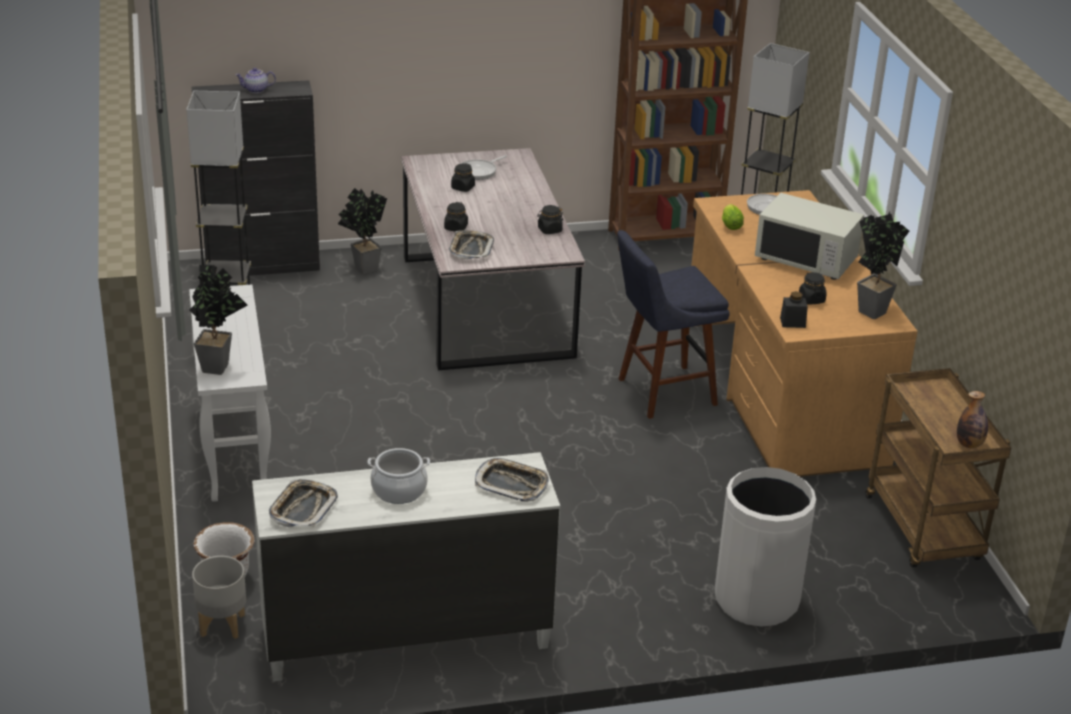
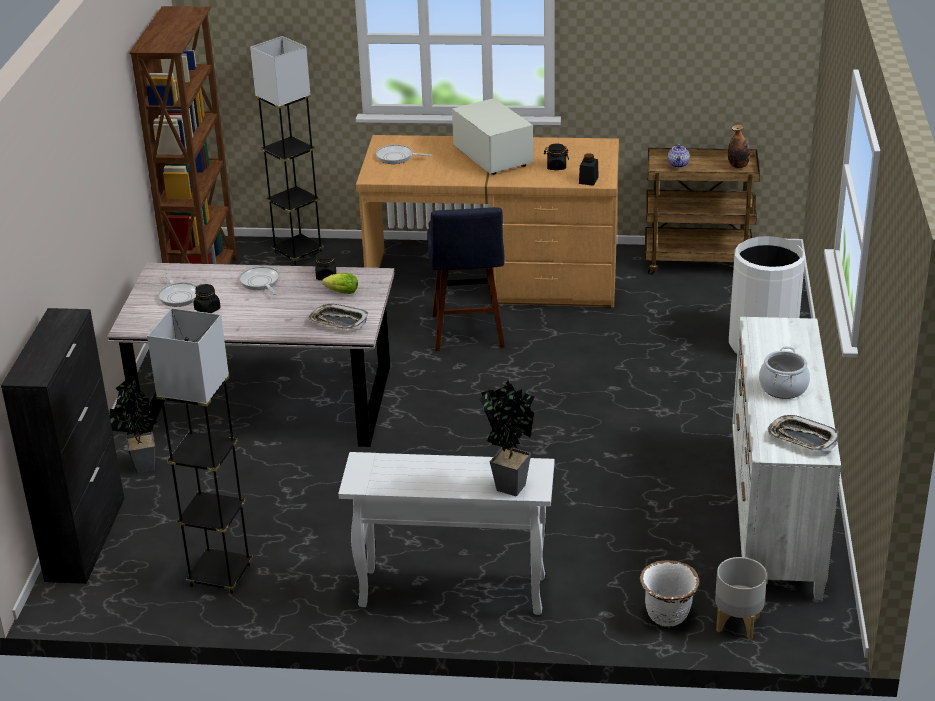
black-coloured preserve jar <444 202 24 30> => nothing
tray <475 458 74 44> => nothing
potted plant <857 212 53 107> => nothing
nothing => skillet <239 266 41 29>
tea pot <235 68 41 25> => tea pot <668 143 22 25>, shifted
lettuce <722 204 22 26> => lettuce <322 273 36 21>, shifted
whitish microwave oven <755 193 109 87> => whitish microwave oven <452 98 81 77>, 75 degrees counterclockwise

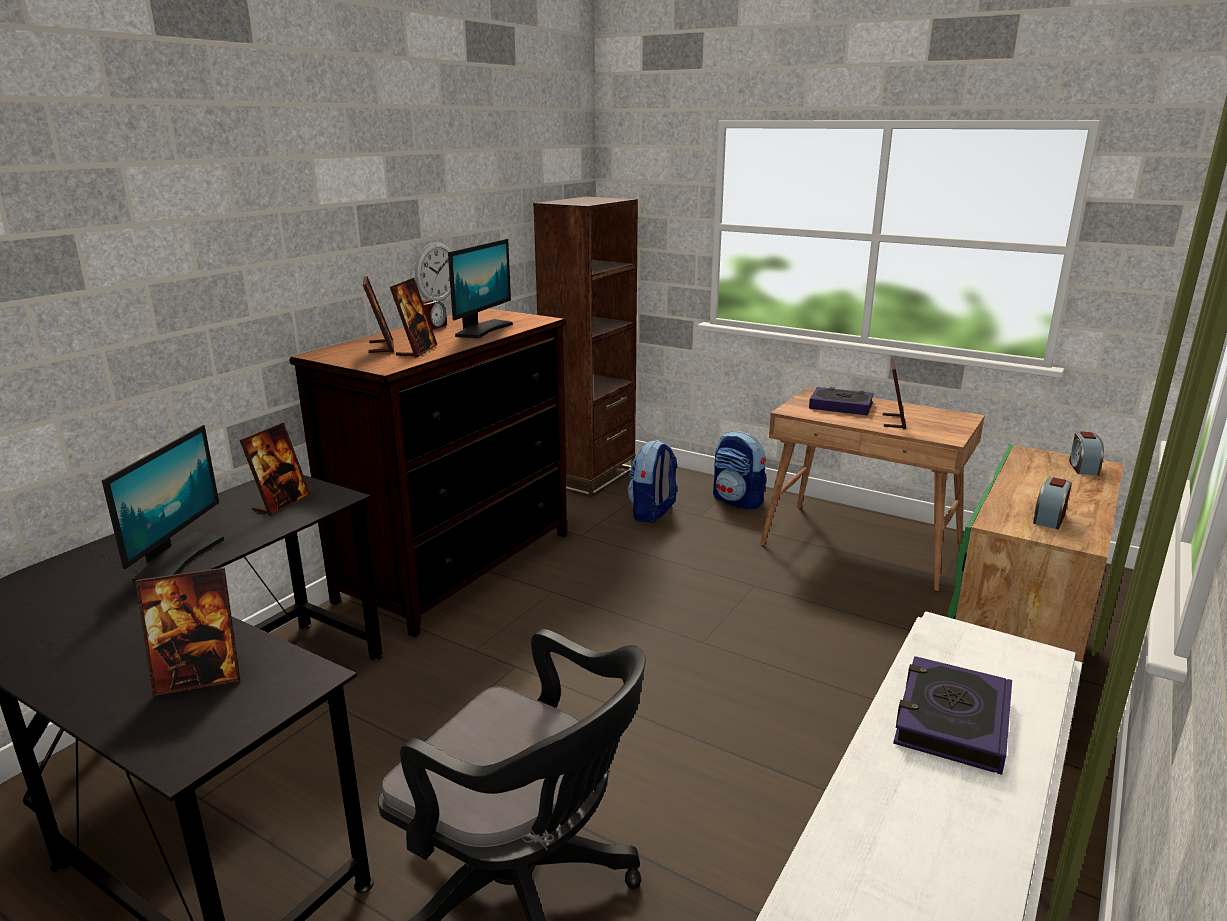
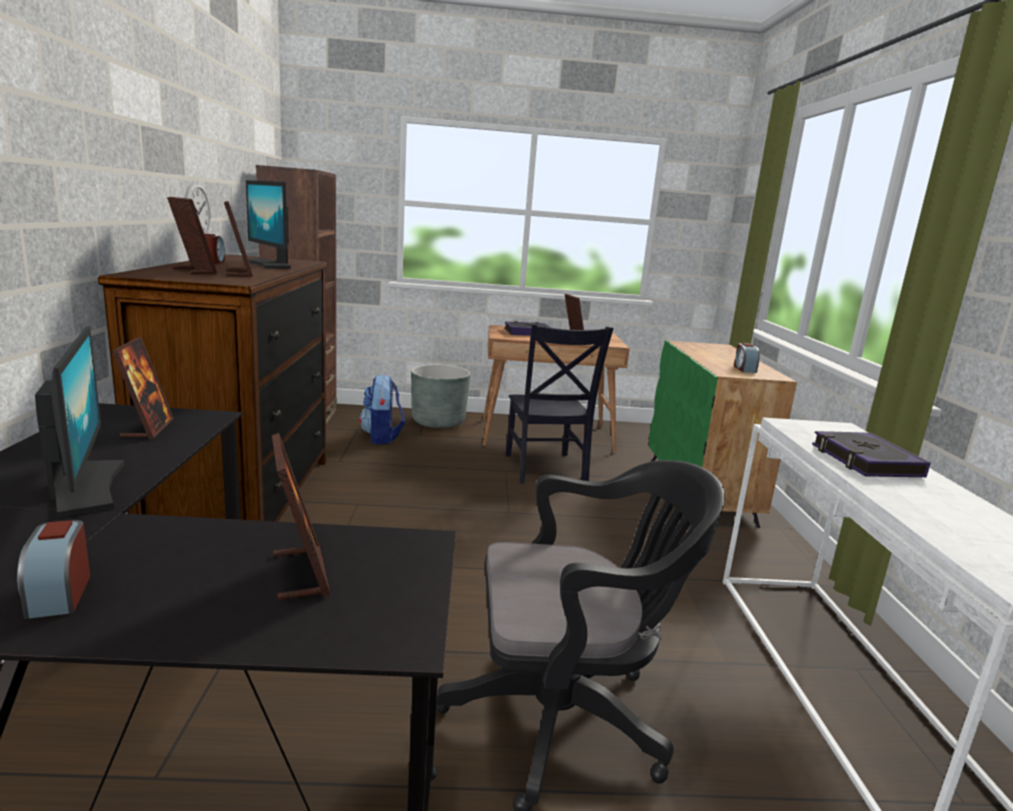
nothing => black-coloured plain chair <505 323 109 160>
table clock <1069 431 35 45> => table clock <17 520 73 99>, shifted
rucksack <713 431 54 79> => gray plant pot <411 364 59 64>
standing frame <135 567 105 129> => standing frame <272 433 59 167>, 60 degrees counterclockwise
monitor <448 239 65 99> => monitor <243 180 48 89>, 150 degrees clockwise

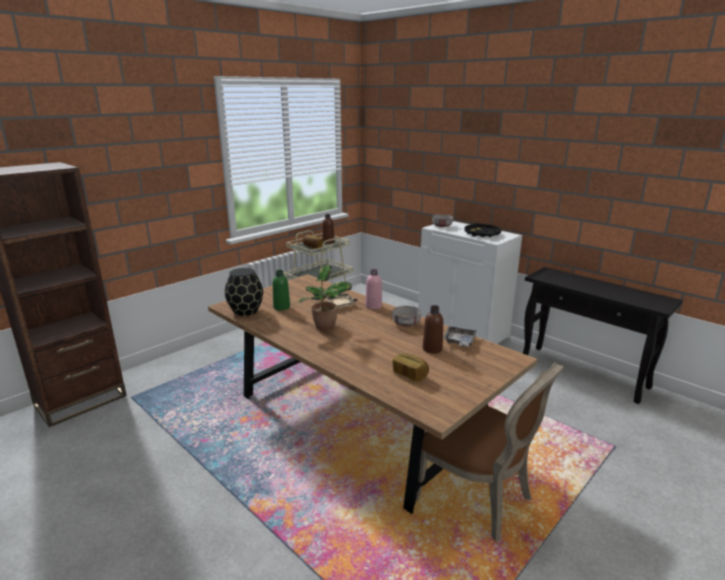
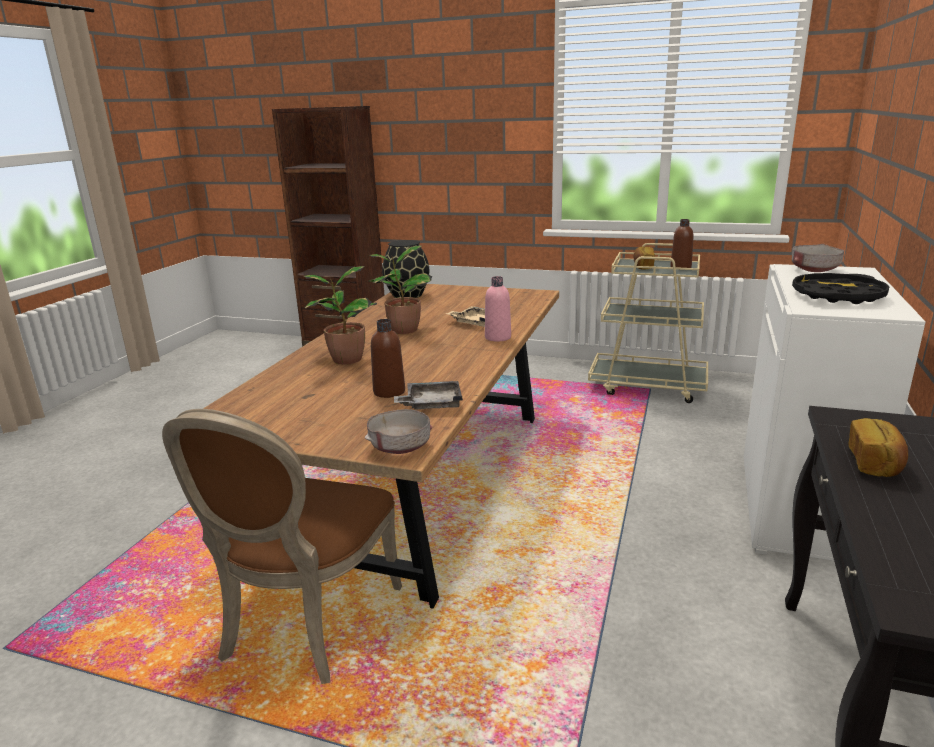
greenish drink bottle <273 270 17 40> => nothing
nothing => potted plant <304 266 73 99>
gray deep dish <392 306 29 21> => gray deep dish <365 409 67 45>, shifted
baked bread <393 353 36 29> => baked bread <848 418 60 59>, shifted

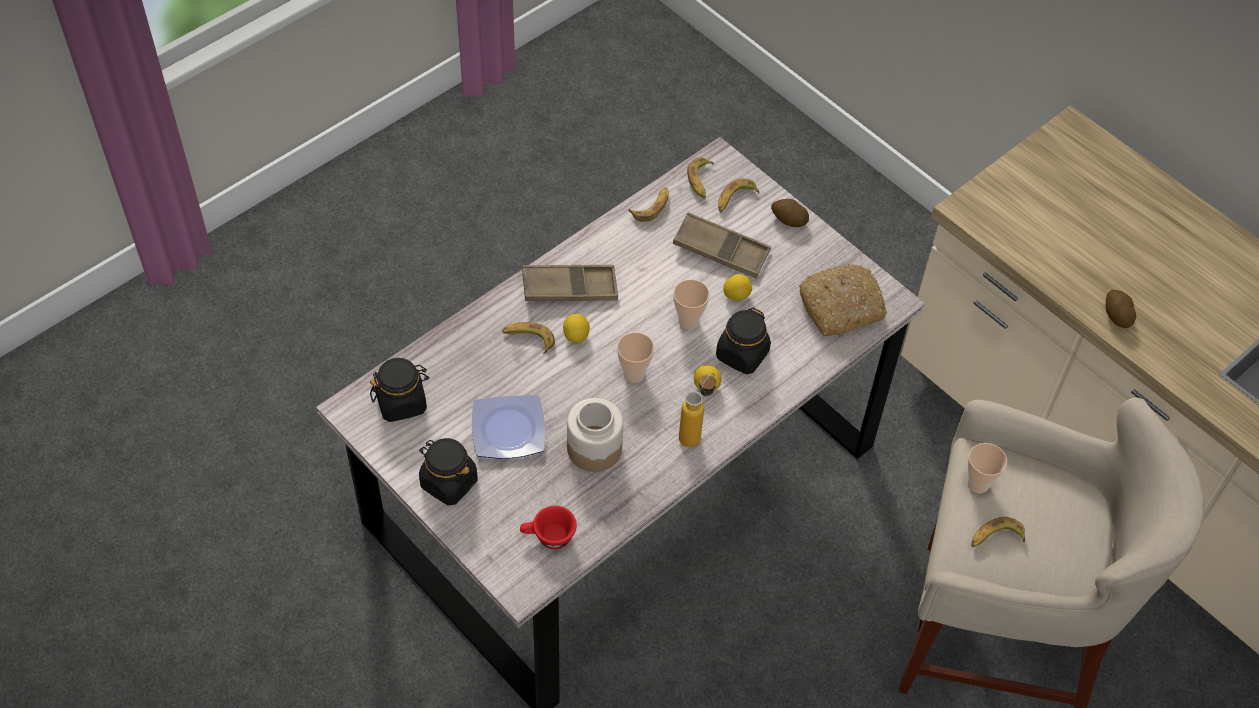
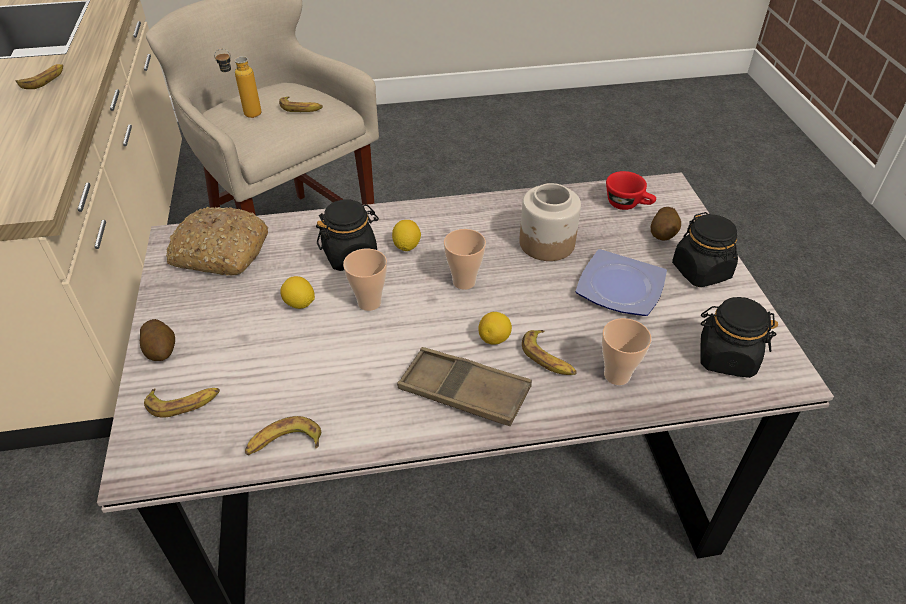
brown tray <673 212 98 66> => nothing
drink bottle <679 373 37 74> => drink bottle <214 48 47 70>, shifted
whole banana <687 157 27 42> => whole banana <16 64 47 25>, shifted
small cup <967 443 40 51> => small cup <602 318 49 67>, shifted
spud <1106 290 30 38> => spud <651 207 30 33>, shifted

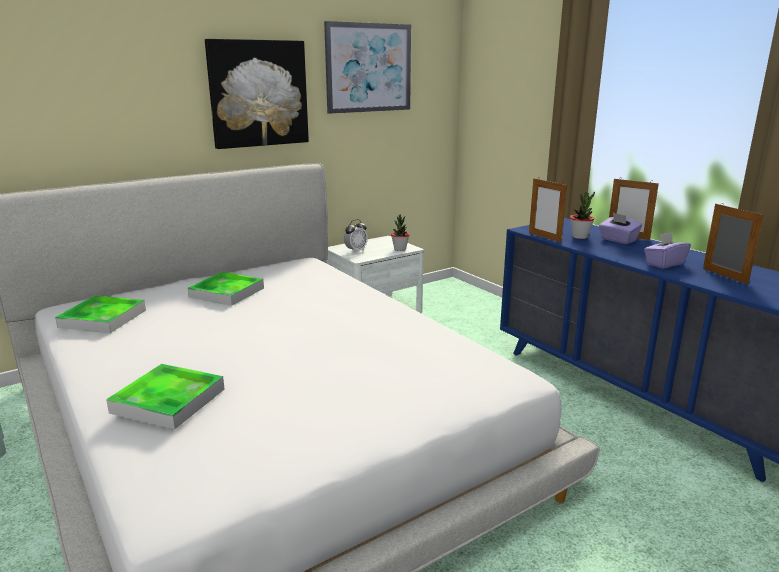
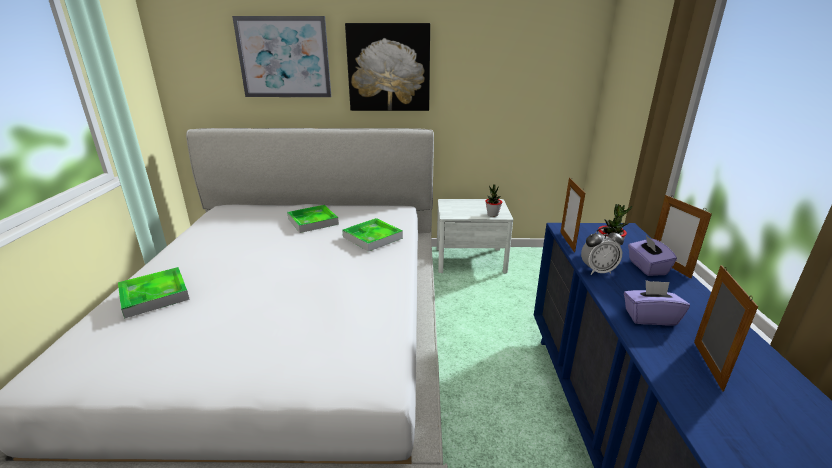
tray <55 296 91 37> => tray <342 218 61 34>, shifted
wall picture <324 21 87 93> => wall picture <232 16 99 81>, shifted
table clock <344 219 24 34> => table clock <581 227 43 48>, shifted

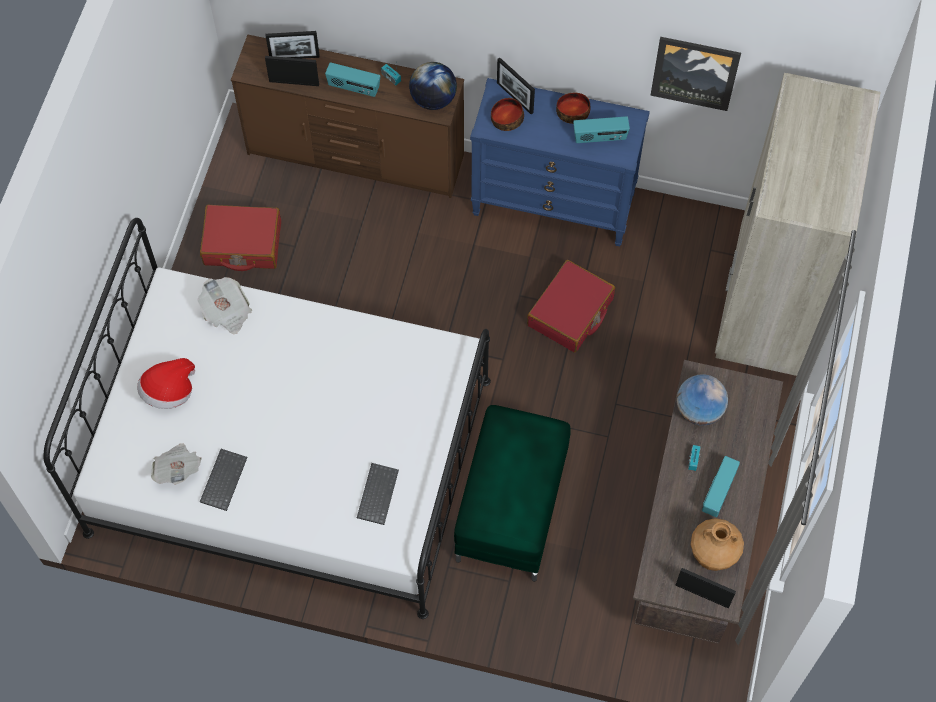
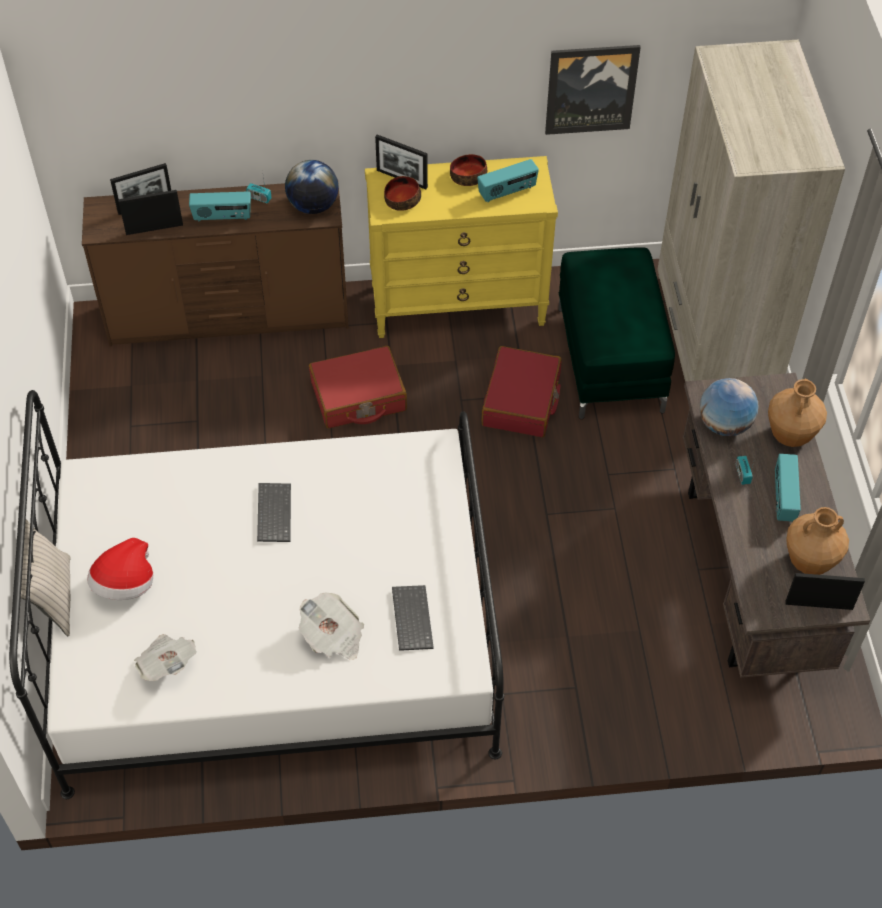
nothing => beige throw pillow <21 519 49 117>
nothing => brown decorative vase <768 379 59 68>
printed paper <197 277 55 57> => printed paper <298 593 66 67>, shifted
red-coloured piece of luggage <200 204 81 67> => red-coloured piece of luggage <309 346 98 82>, shifted
computer keyboard <200 449 47 62> => computer keyboard <257 483 34 59>, shifted
greenish pouffe <454 405 117 177> => greenish pouffe <558 247 117 172>, shifted
blue dresser <470 78 180 168> => yellow-coloured dresser <365 156 193 182>

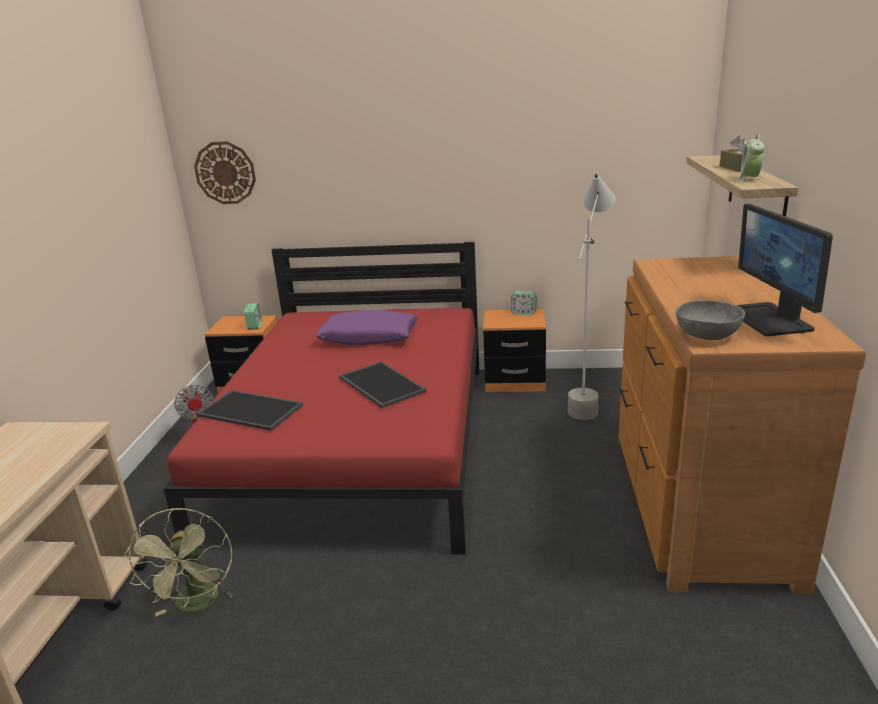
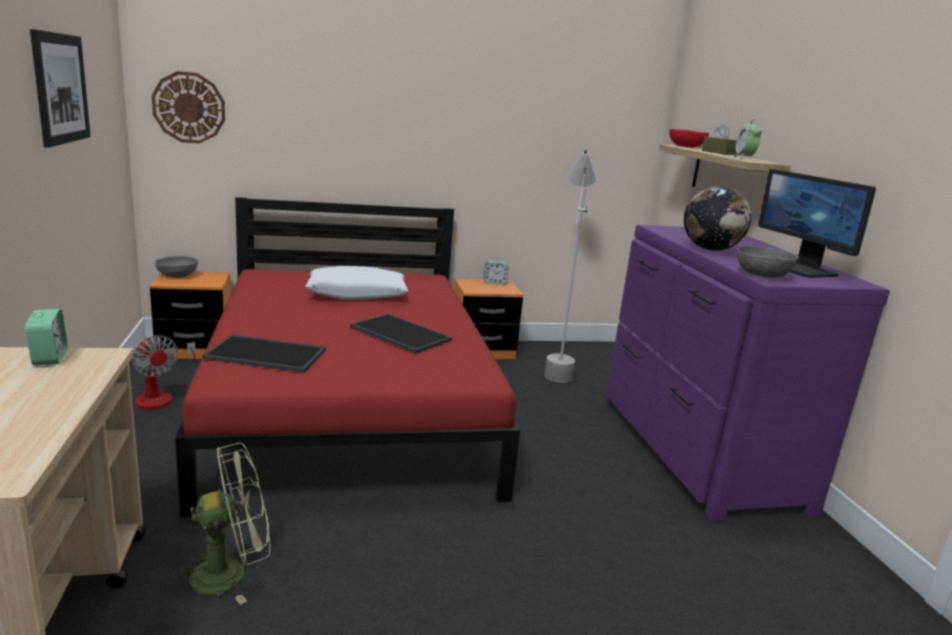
nothing => wall picture <30 29 61 119>
nothing => gray deep dish <155 256 43 22>
nothing => red-coloured deep dish <669 129 40 19>
nothing => desk globe <684 186 67 65>
table clock <244 303 18 27> => table clock <25 309 42 56>, shifted
purplish throw pillow <315 310 103 35> => whitish throw pillow <305 266 103 34>
brown dresser <618 256 249 338> => purplish dresser <606 225 284 296>
greenish cooling fan <124 508 110 108> => greenish cooling fan <172 443 98 161>, 90 degrees counterclockwise

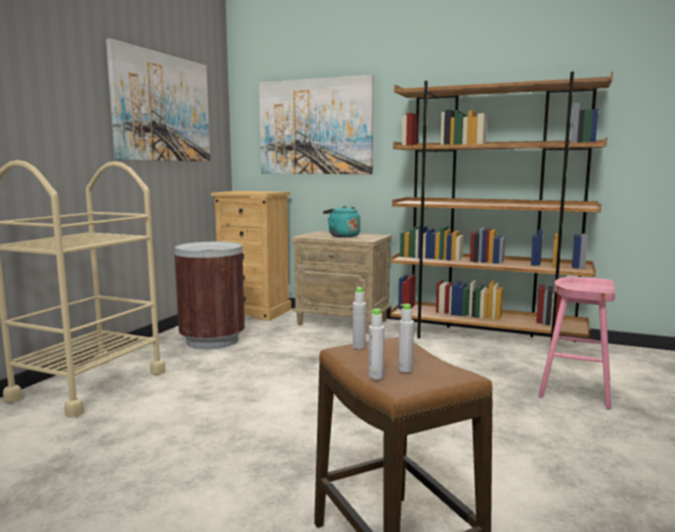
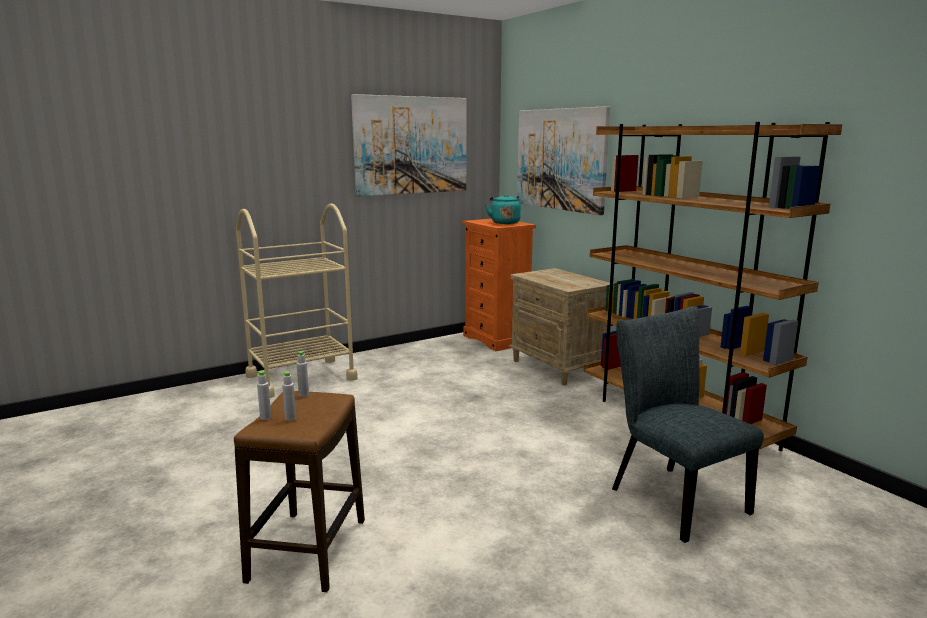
brown waste bin <174 242 71 107> => nothing
turquoise tea kettle <323 206 37 31> => turquoise tea kettle <485 194 36 30>, shifted
pinkish sitting stool <538 277 77 132> => gray plain chair <612 306 152 237>
beige dresser <211 191 80 130> => orange dresser <462 218 74 133>

